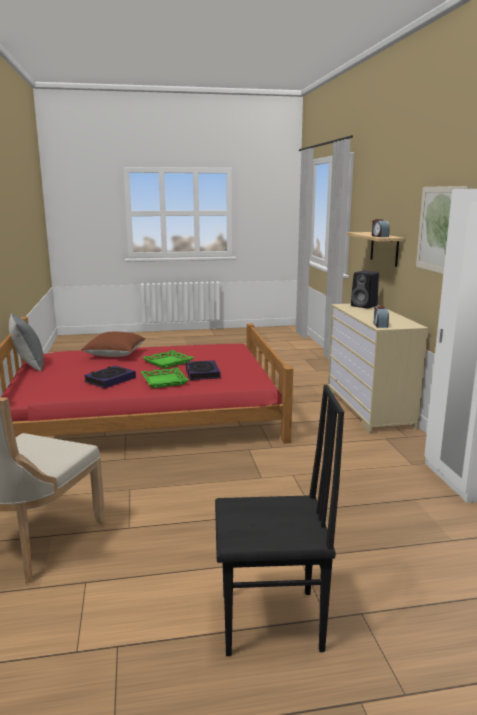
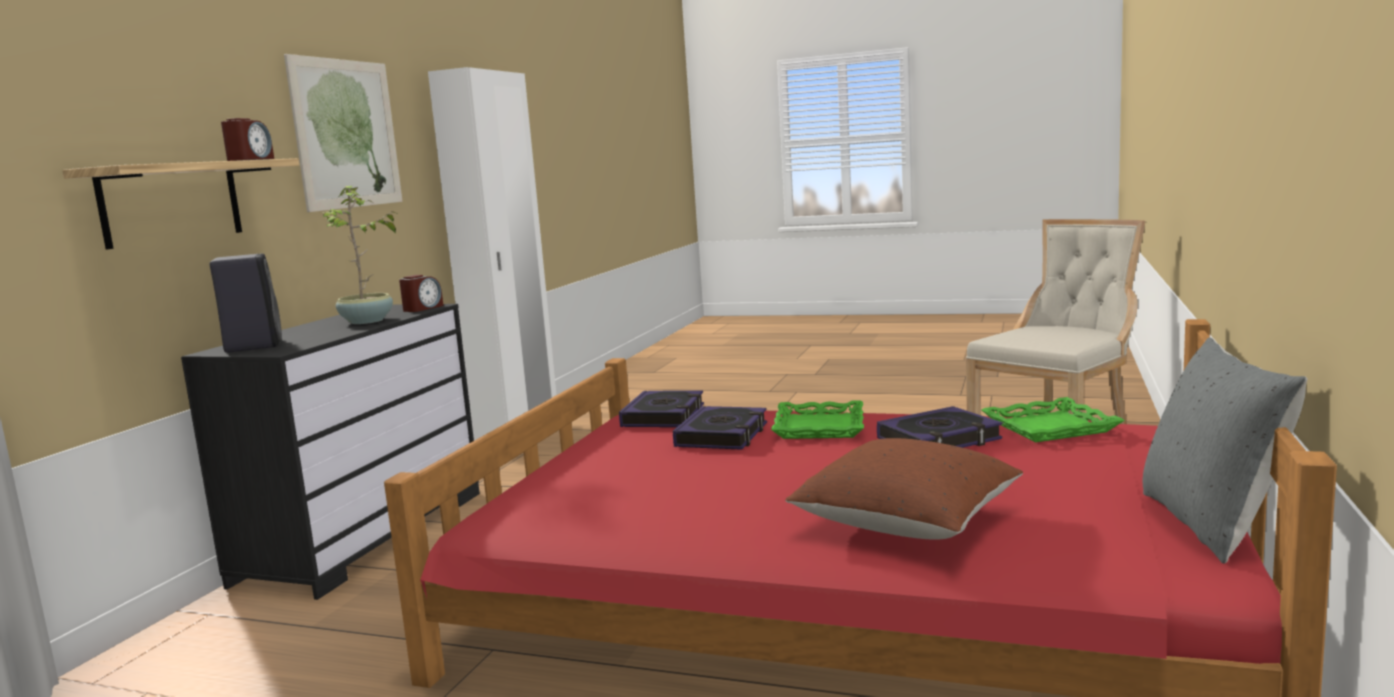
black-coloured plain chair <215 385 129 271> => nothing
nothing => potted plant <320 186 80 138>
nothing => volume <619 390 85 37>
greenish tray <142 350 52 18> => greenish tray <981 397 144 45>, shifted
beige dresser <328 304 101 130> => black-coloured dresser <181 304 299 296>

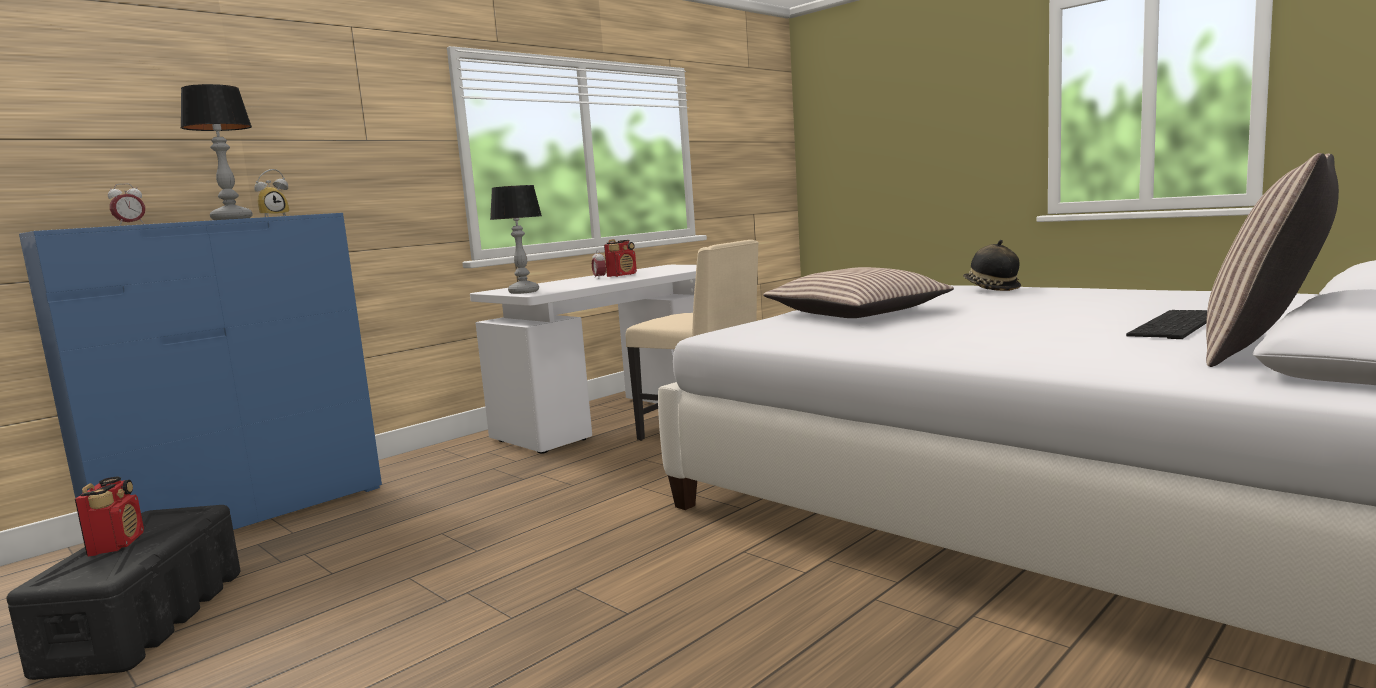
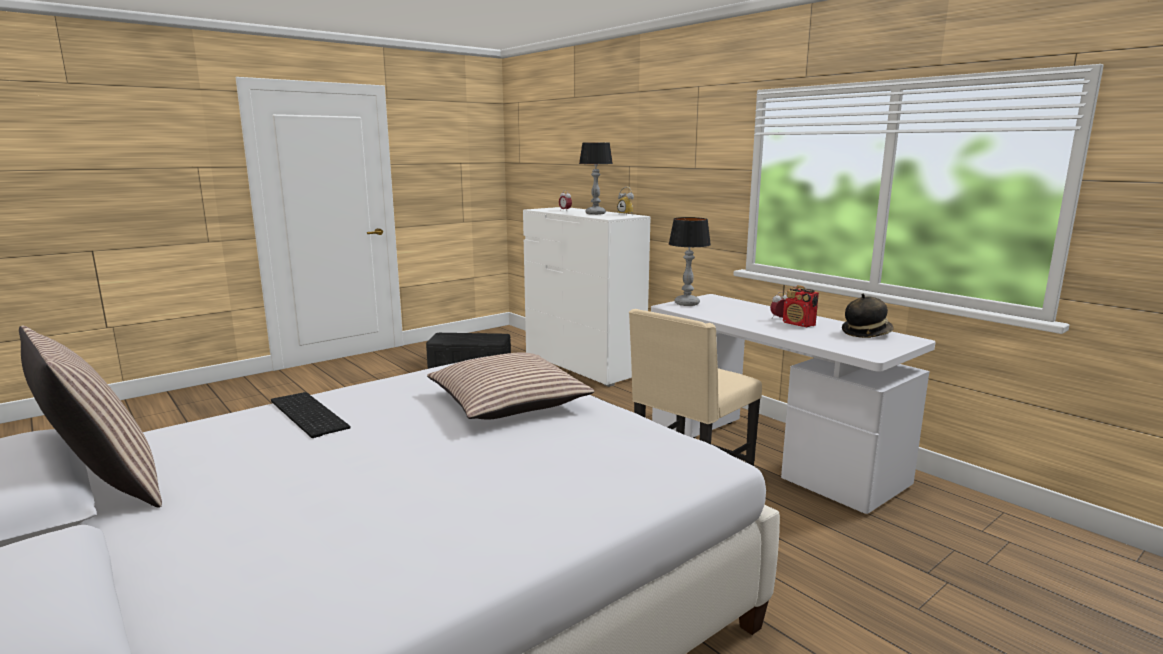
radio <75 476 69 80> => nothing
wearable hat <963 240 58 51> => wearable hat <842 294 52 44>, shifted
computer keyboard <1126 310 81 29> => computer keyboard <271 392 80 46>, shifted
blue dresser <19 213 363 317> => whitish dresser <523 207 128 180>

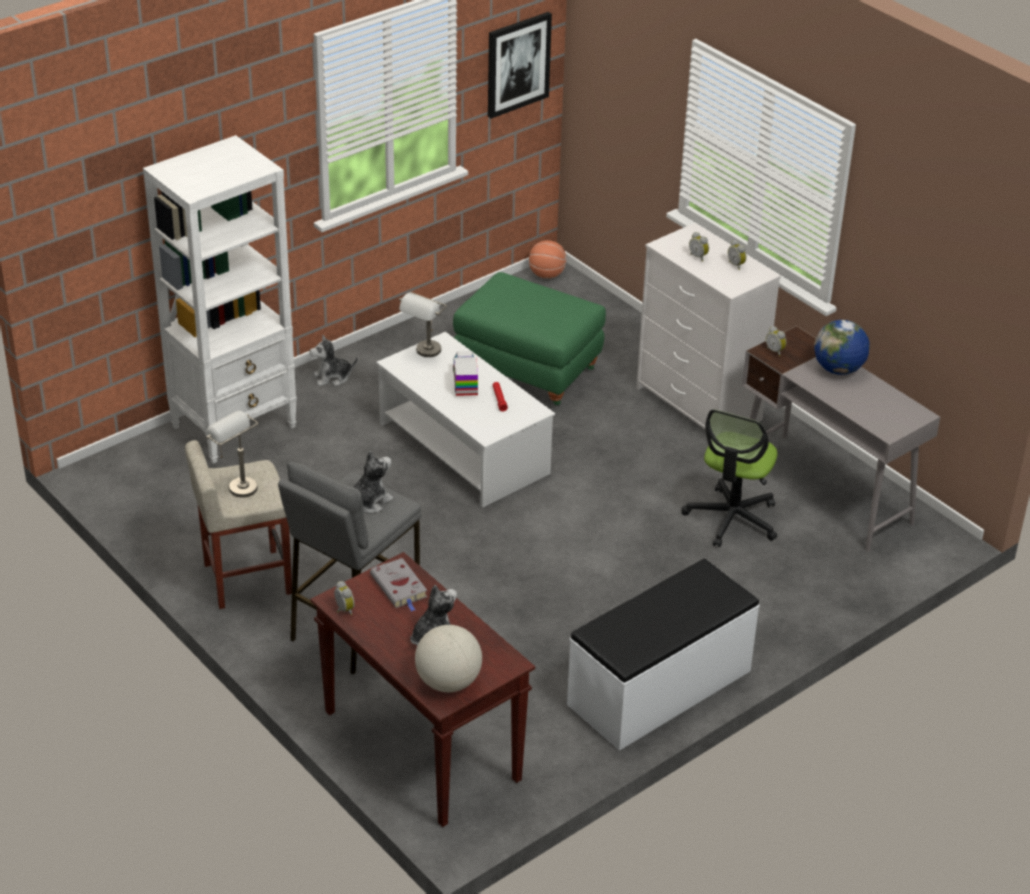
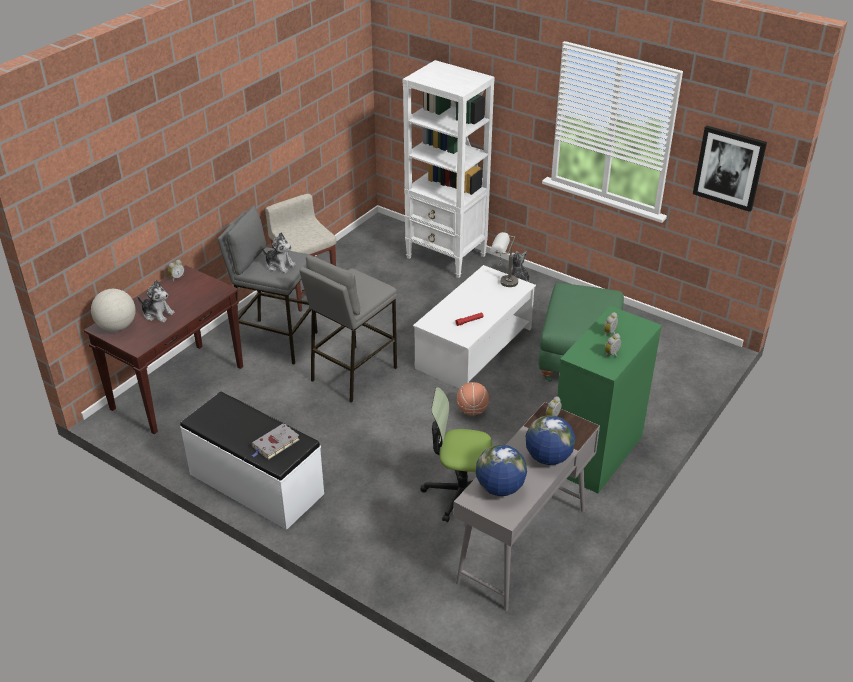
gray tabletop lamp <205 411 53 87> => nothing
toy lorry <453 351 25 45> => nothing
nothing => gray sitting stool <300 256 97 147>
nothing => desk globe <476 445 51 51>
gray volume <370 558 57 54> => gray volume <251 423 49 37>, shifted
basketball ball <529 240 37 39> => basketball ball <457 382 32 33>, shifted
whitish dresser <636 223 145 206> => greenish dresser <557 306 105 188>

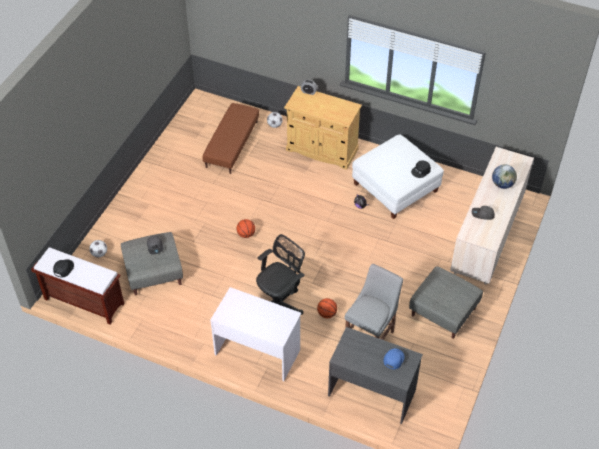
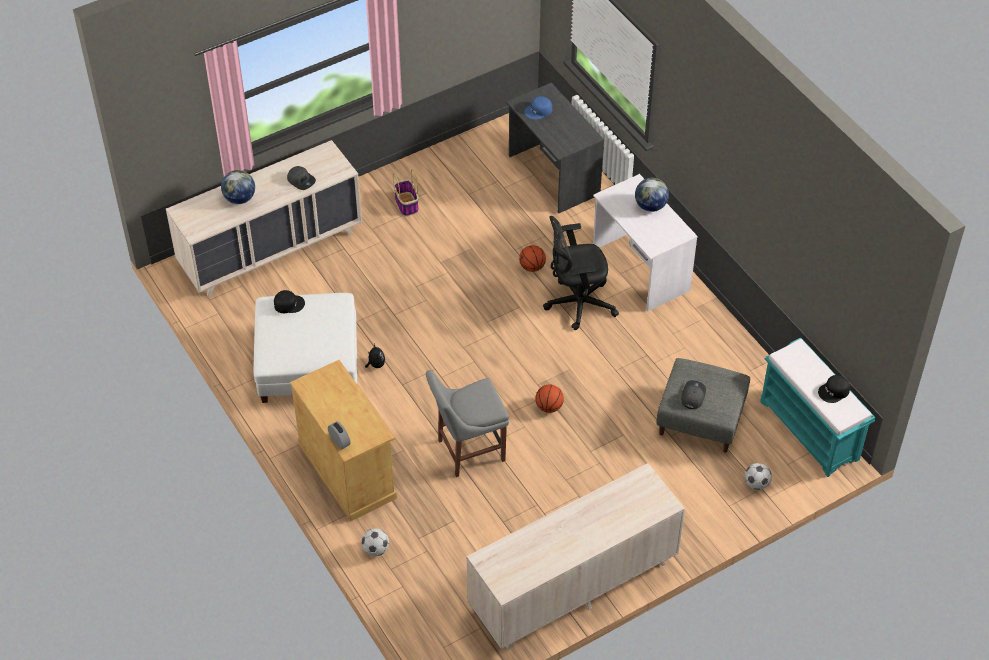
brown pouffe <202 103 57 71> => nothing
nothing => beige dresser <467 463 218 186>
nothing => desk globe <635 178 34 34>
gray plain chair <344 264 59 76> => gray plain chair <426 370 83 107>, shifted
gray pouffe <409 266 74 73> => basket <393 169 26 47>
brown indoor bench <31 247 94 78> => turquoise indoor bench <760 338 115 139>

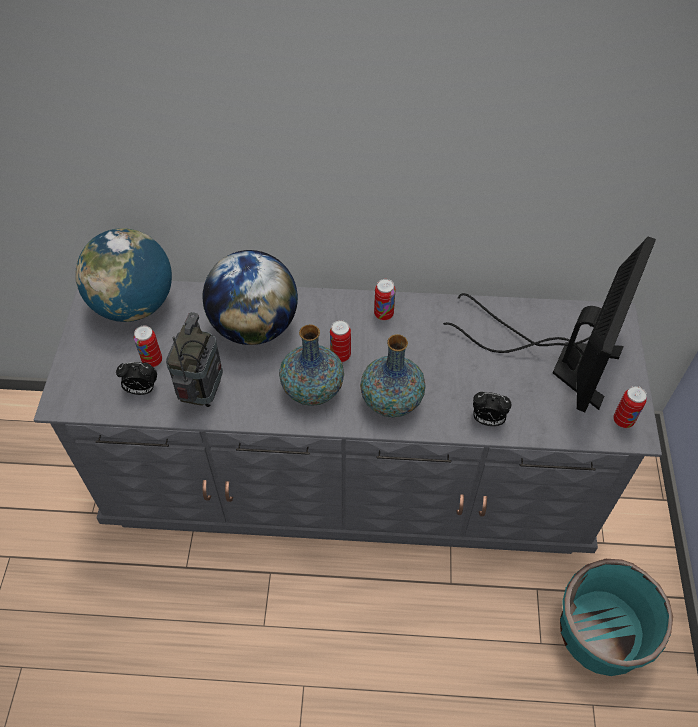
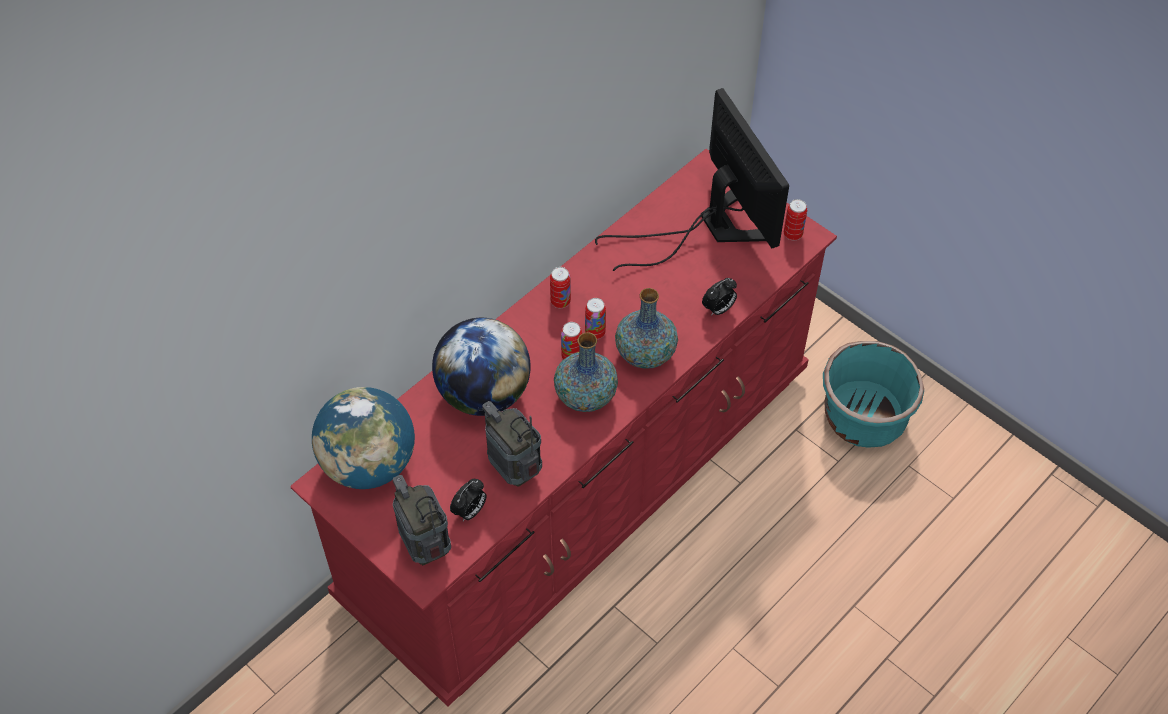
nothing => radio <393 475 58 90>
can <134 326 28 41> => can <585 298 21 41>, shifted
gray dresser <34 281 628 273> => red-coloured dresser <290 149 547 558>

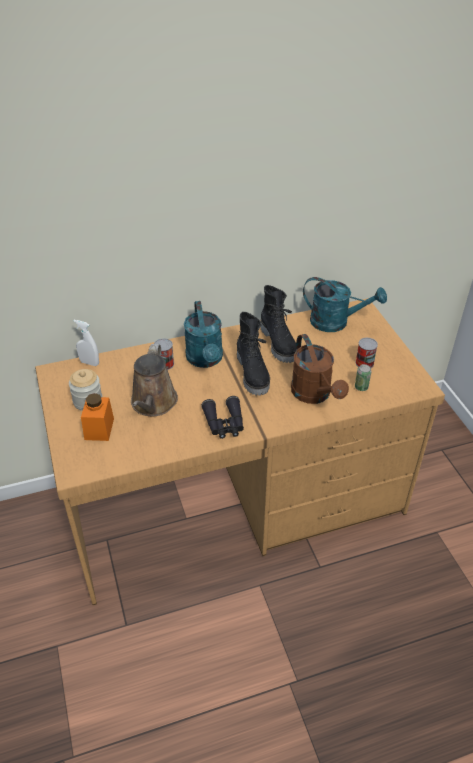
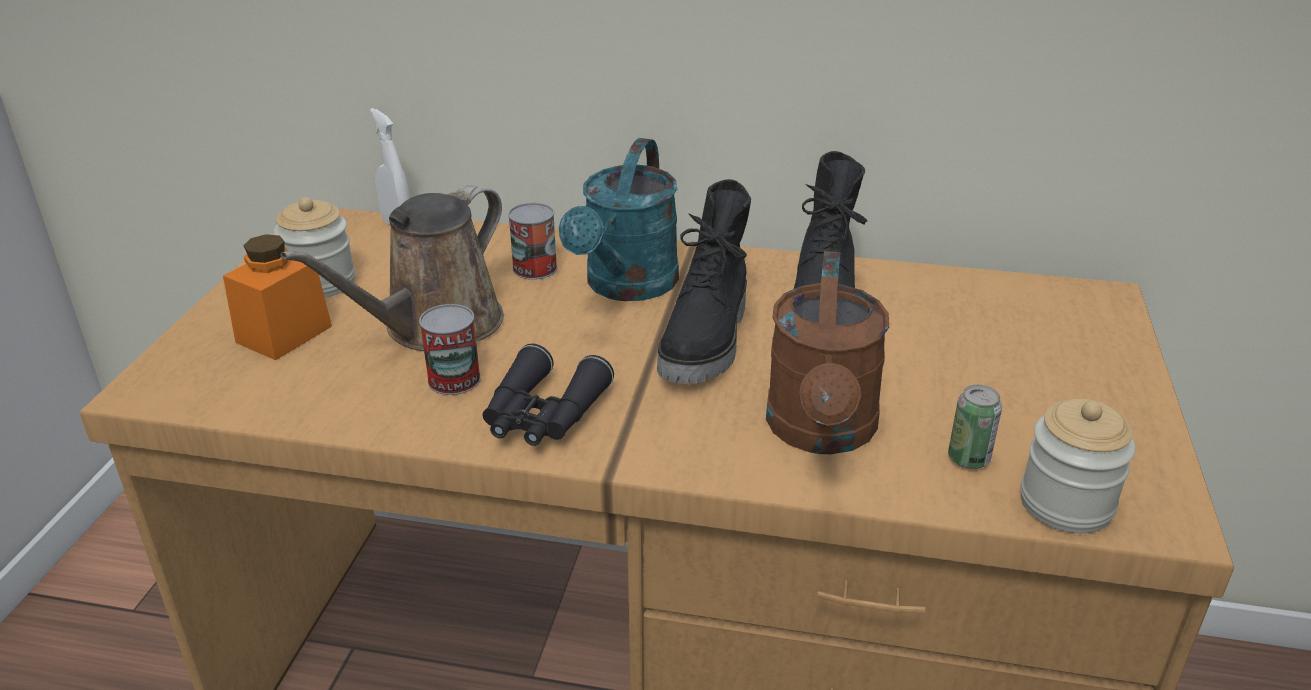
turquoise watering pot <303 277 84 55> => nothing
nothing => preserve jar <1021 399 114 134>
can <355 338 23 30> => can <419 304 62 91>, shifted

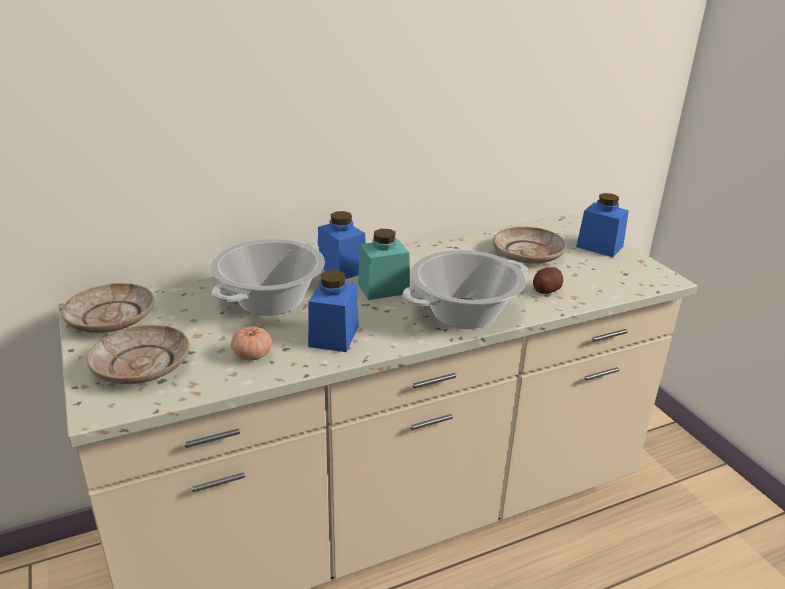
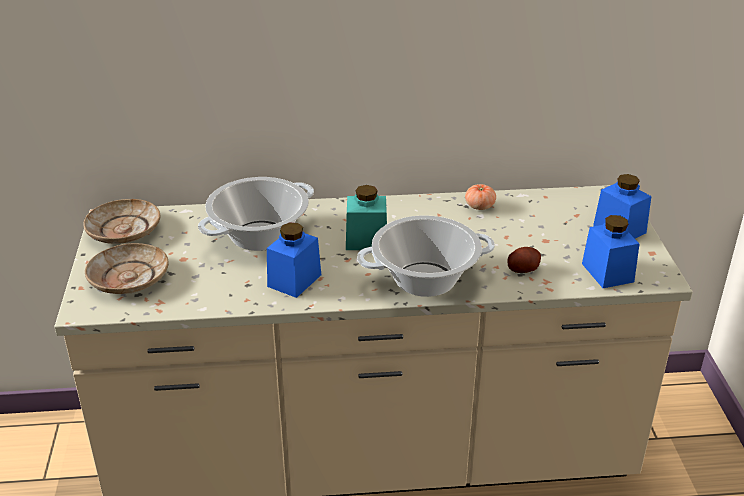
beige flat dish <493 227 73 37> => nothing
tomato <231 326 41 34> => tomato <465 184 31 26>, shifted
blue preserve jar <318 211 48 68> => blue preserve jar <582 215 58 73>, shifted

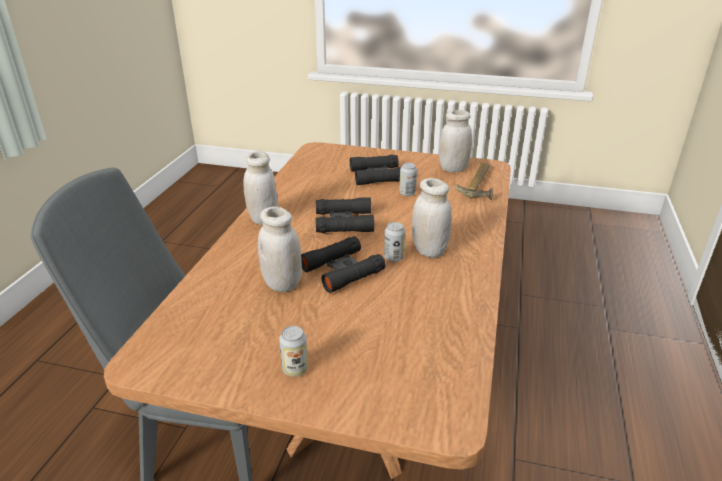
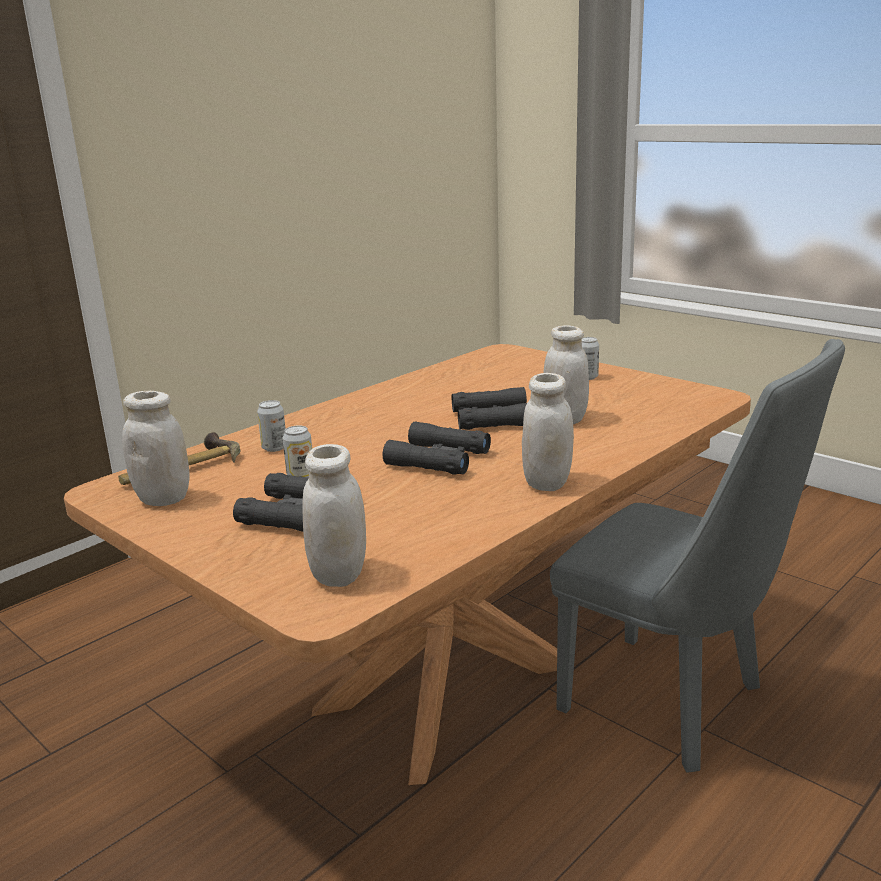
can <384 222 21 40> => can <257 400 29 52>, shifted
whitish preserve jar <412 178 40 80> => whitish preserve jar <302 444 64 143>, shifted

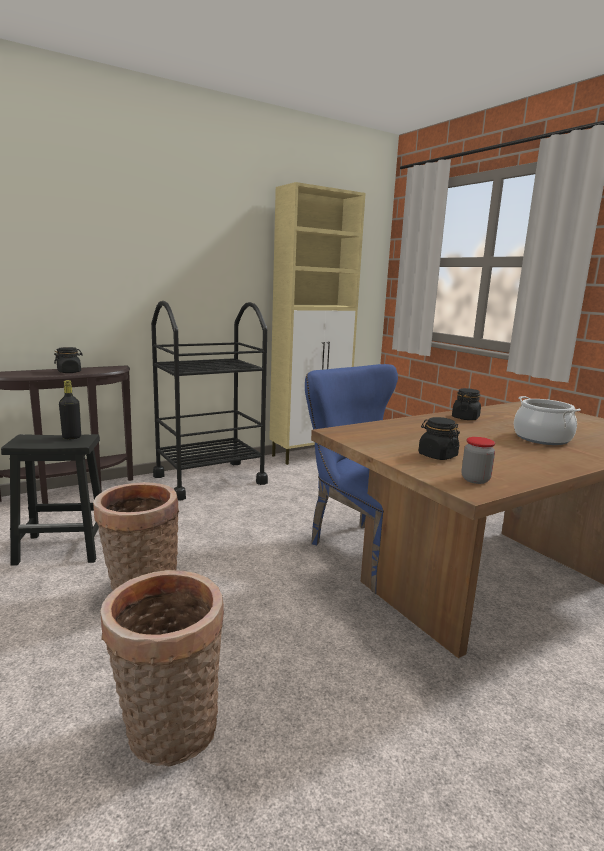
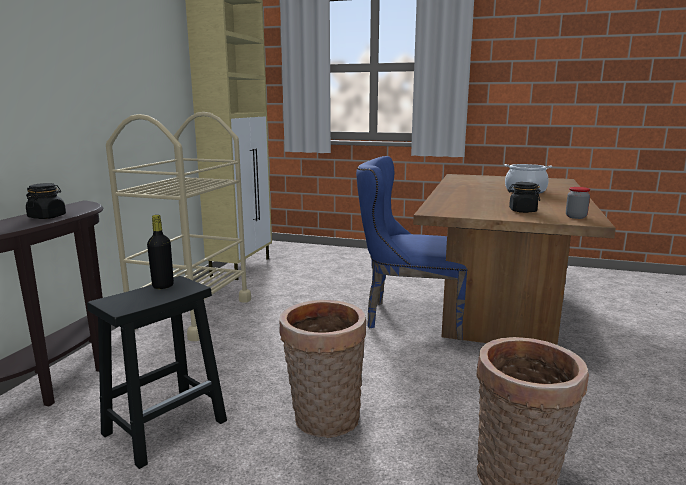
black-coloured preserve jar <452 388 29 32> => nothing
black-coloured cart <151 301 117 200> => beige cart <106 112 145 229>

